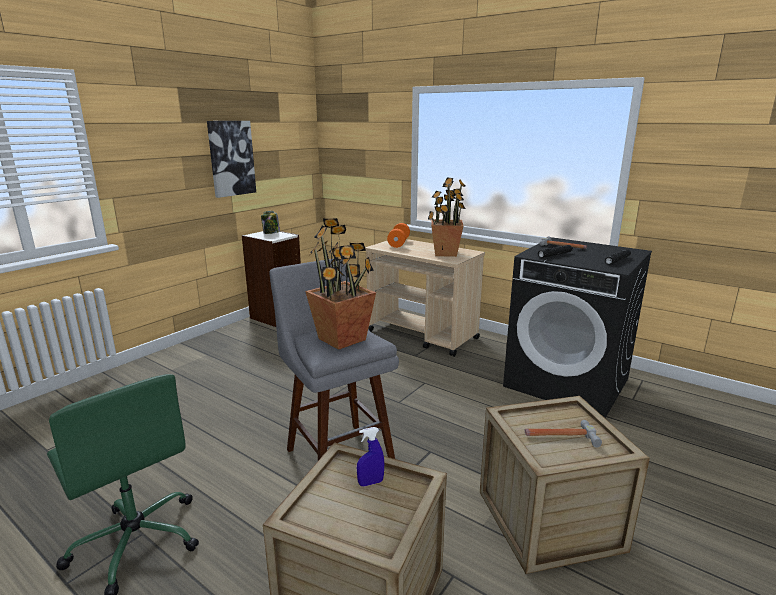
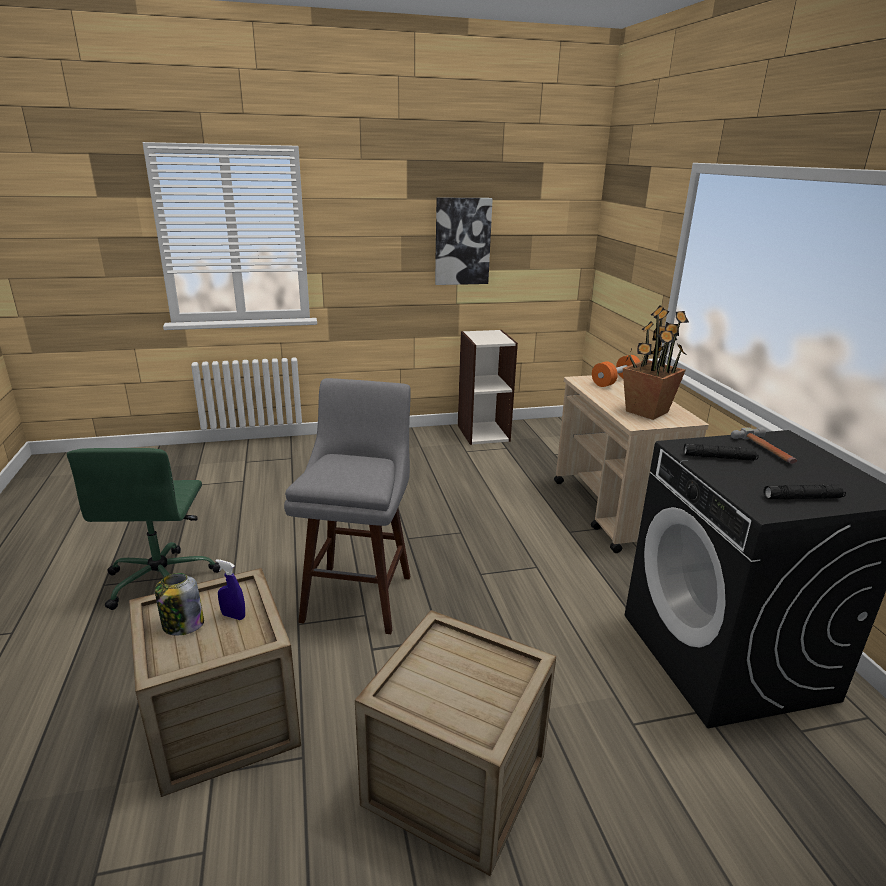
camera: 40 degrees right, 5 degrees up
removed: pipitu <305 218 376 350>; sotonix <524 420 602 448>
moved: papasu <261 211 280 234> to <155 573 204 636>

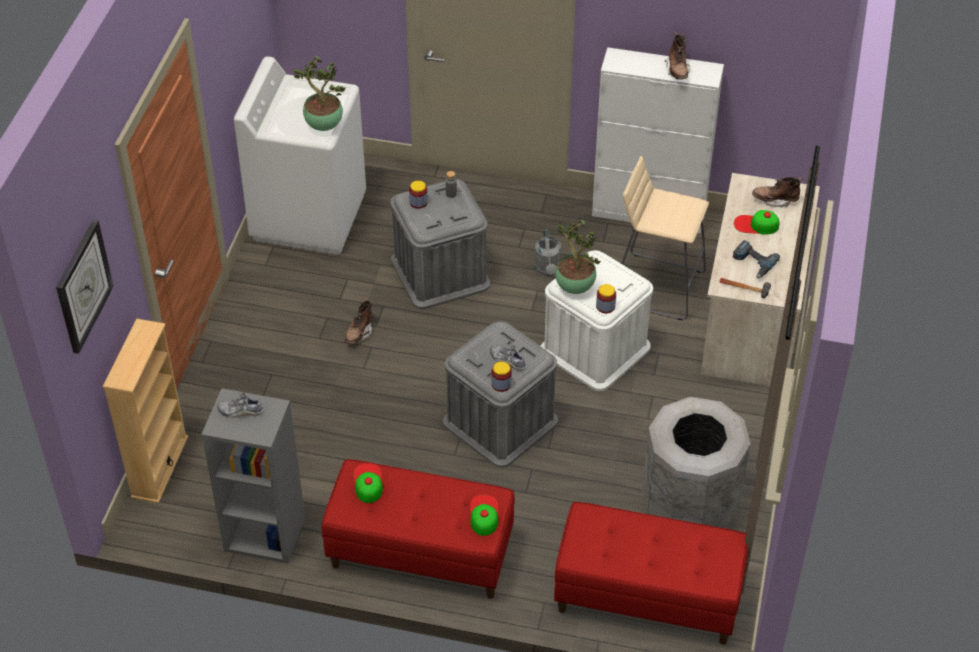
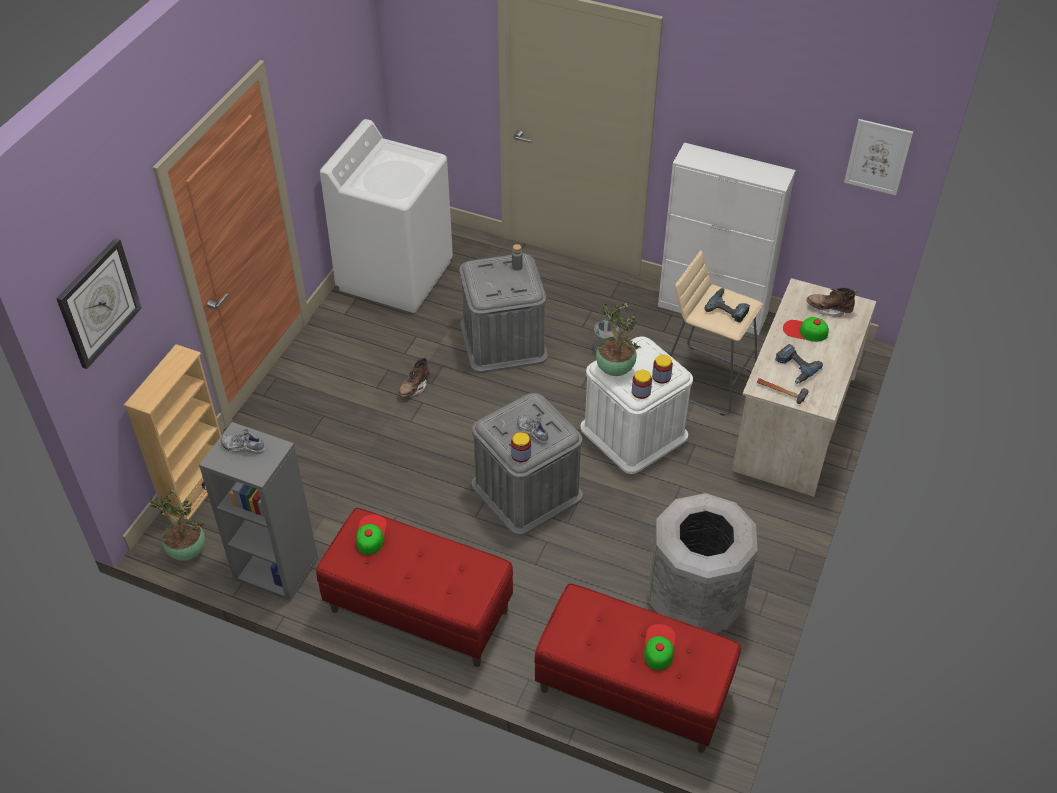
camera: 10 degrees right, 0 degrees up
removed: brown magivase <665 32 690 80>
added: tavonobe <705 288 750 323>; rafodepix <844 119 913 195>
moved: pipitu <294 56 346 131> to <149 490 205 561>; papasu <409 180 428 209> to <652 355 673 384>; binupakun <470 494 498 536> to <644 624 675 670>

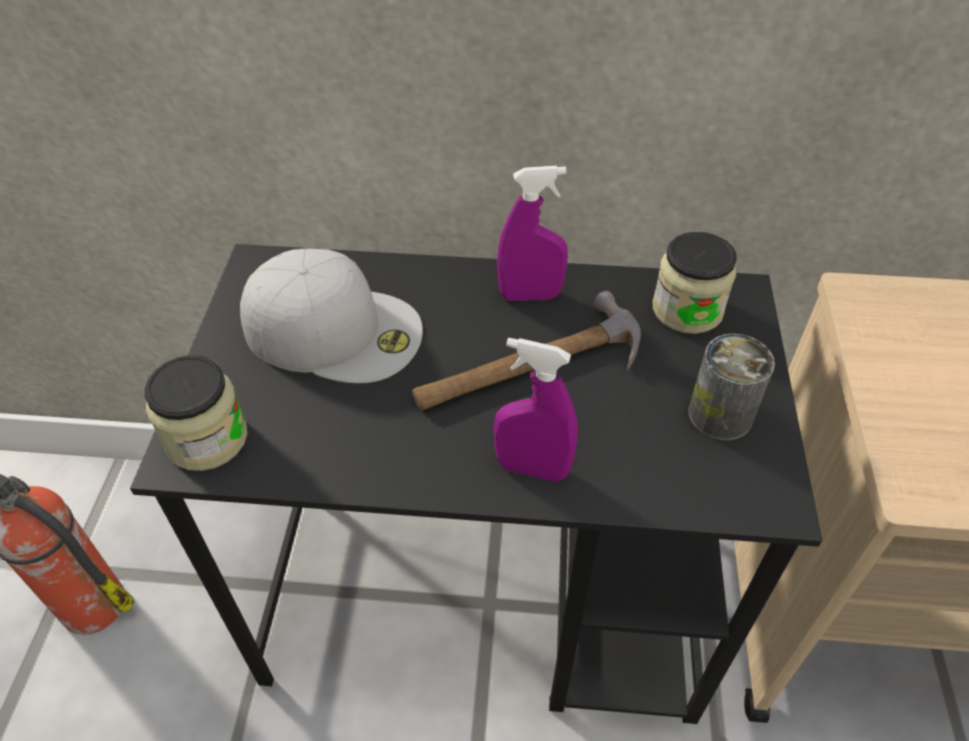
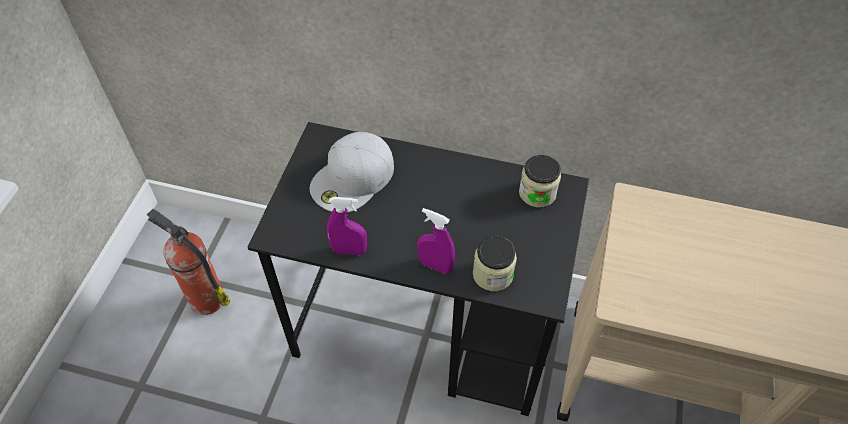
camera: 10 degrees right, 5 degrees up
removed: sotonix <412 291 641 410>; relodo <688 334 775 440>
moved: papasu <145 355 247 471> to <473 235 517 291>; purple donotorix <497 166 568 301> to <327 197 367 255>
turned: white binupakun <240 248 423 383> = <310 132 394 213> 105 degrees clockwise

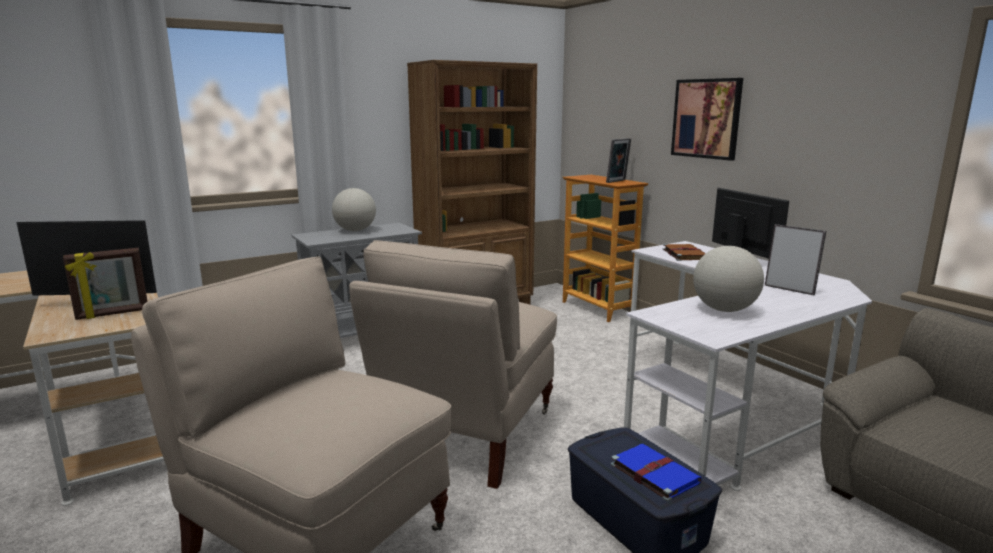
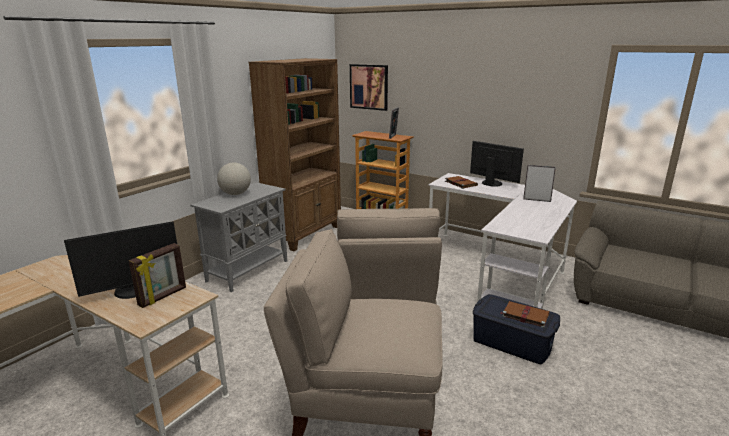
camera: 25 degrees left, 5 degrees up
removed: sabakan <693 246 764 312>
moved: rafodepix <671 78 743 161> to <350 64 388 111>
recoloured: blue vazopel <611 444 702 502> to brown vazopel <501 301 550 328>

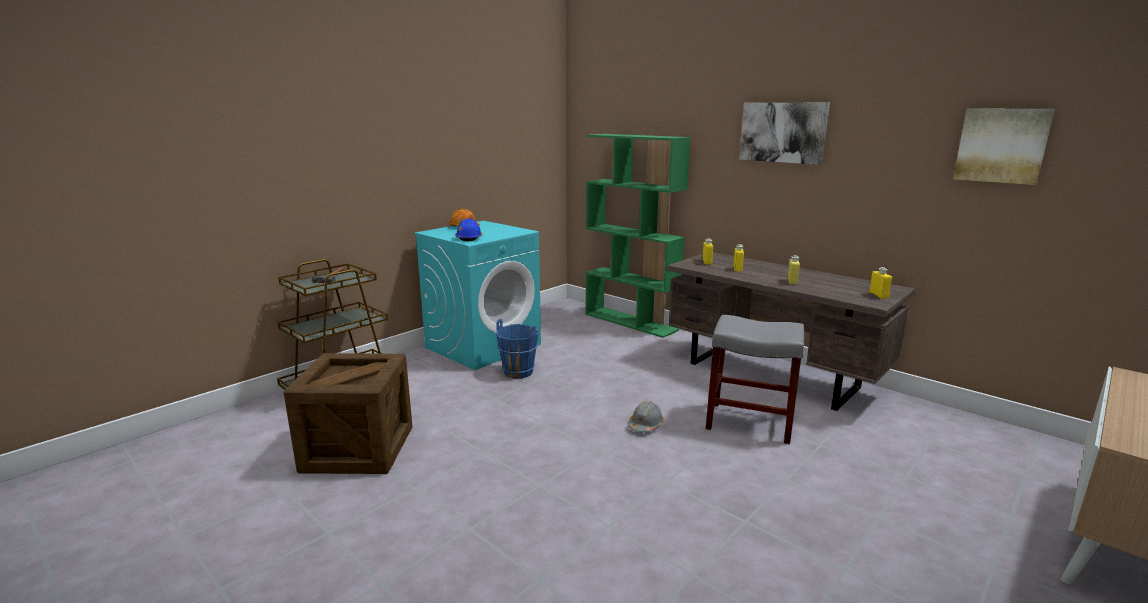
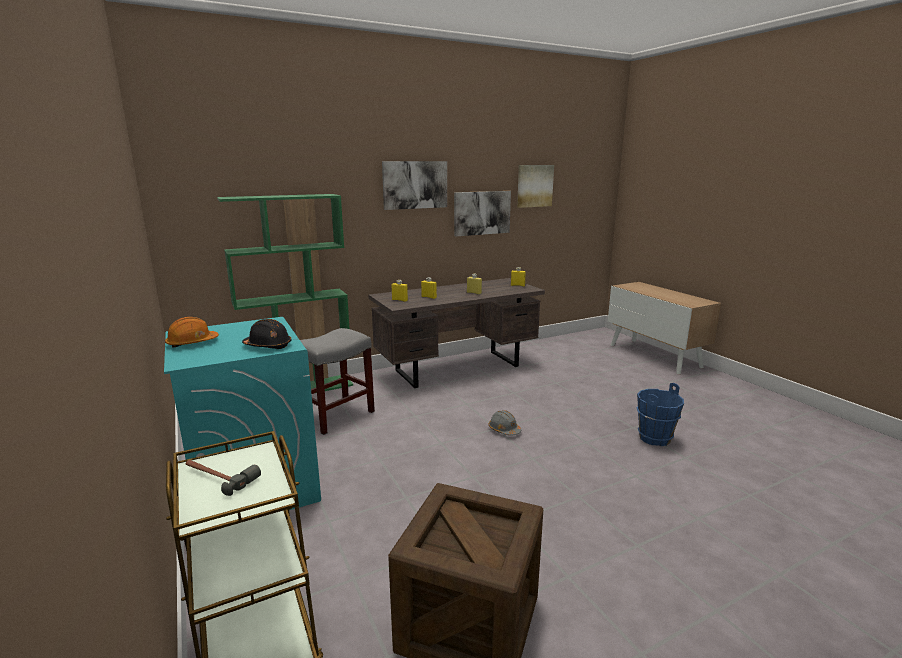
camera: 70 degrees left, 0 degrees up
added: rafodepix <454 191 511 236>
moved: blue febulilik <496 319 539 379> to <636 383 684 446>; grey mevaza <706 315 805 445> to <300 328 375 435>
recoloured: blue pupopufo <455 218 483 242> to black pupopufo <242 319 292 349>

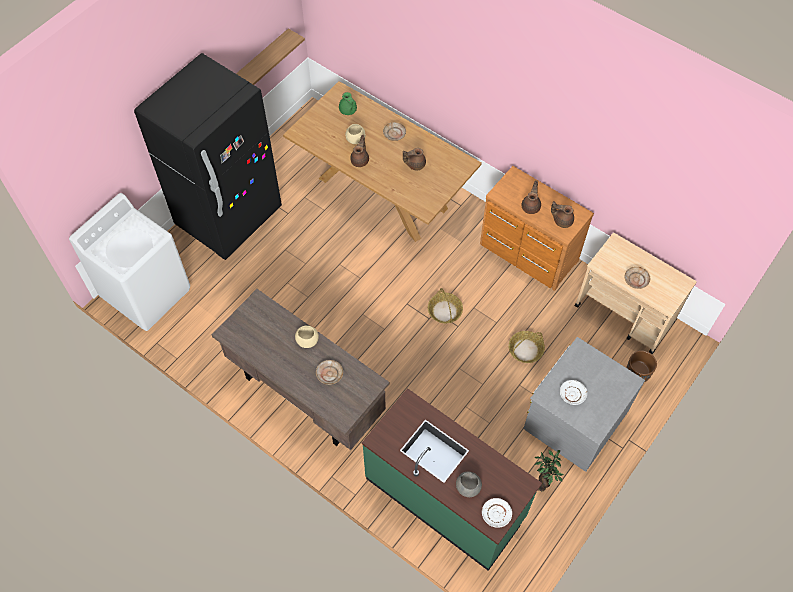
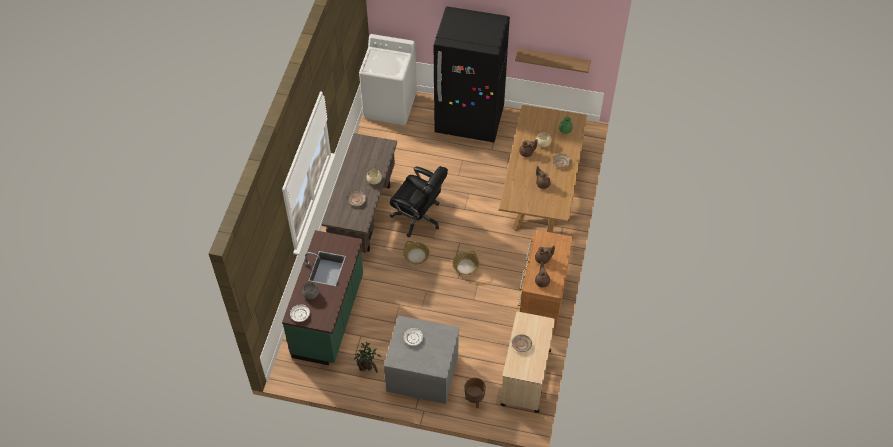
camera: 65 degrees right, 5 degrees down
added: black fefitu <390 166 448 237>
moved: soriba <508 331 545 363> to <403 241 430 264>

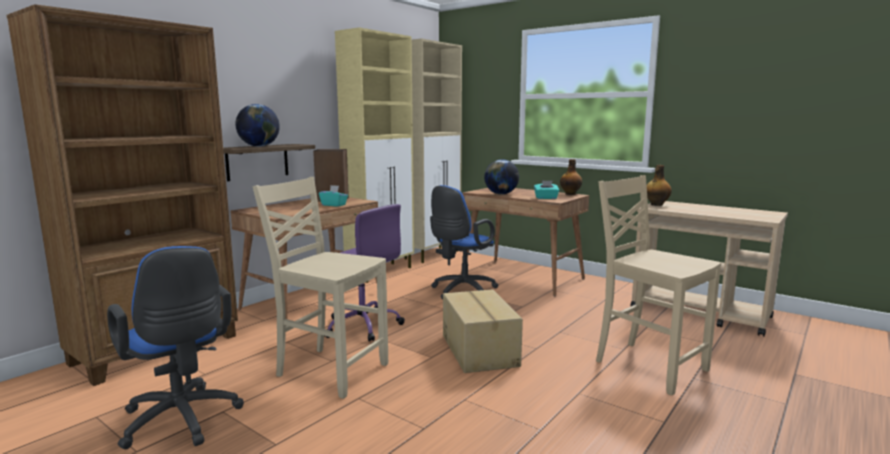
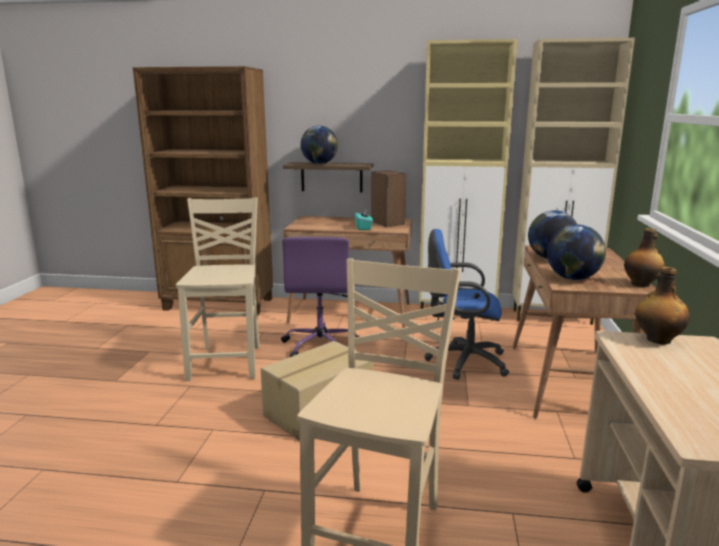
camera: 60 degrees right, 5 degrees up
removed: blue fefitu <107 246 244 449>
replaced: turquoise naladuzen <534 180 560 199> to sabakan <547 224 606 280>

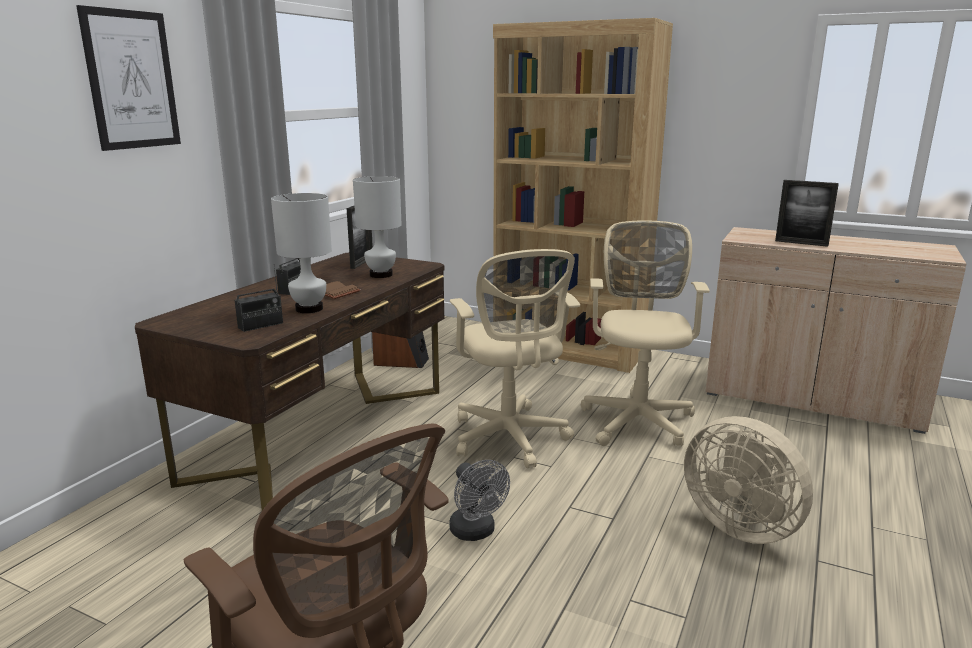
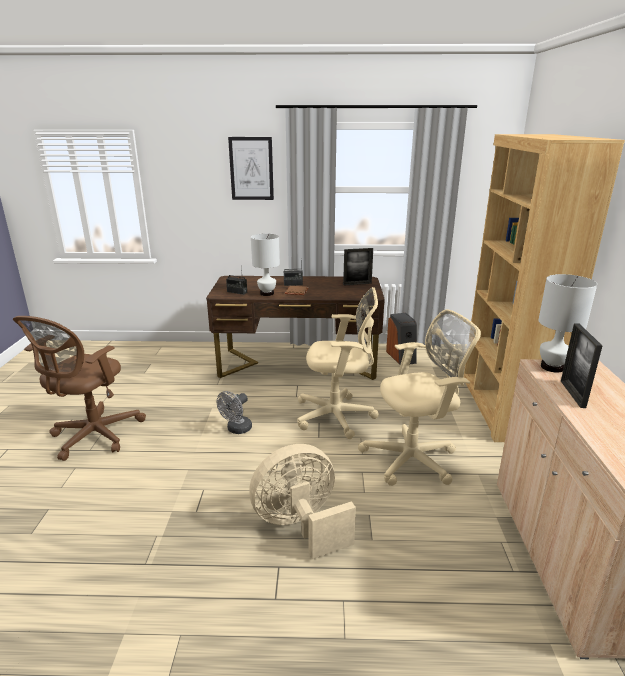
camera: 65 degrees right, 5 degrees up
moved: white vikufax <353 176 401 278> to <538 274 597 373>
turned: beige fefitu <450 249 580 468> = <297 287 379 439> 135 degrees counterclockwise; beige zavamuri <684 416 813 544> = <249 444 356 559> 45 degrees clockwise

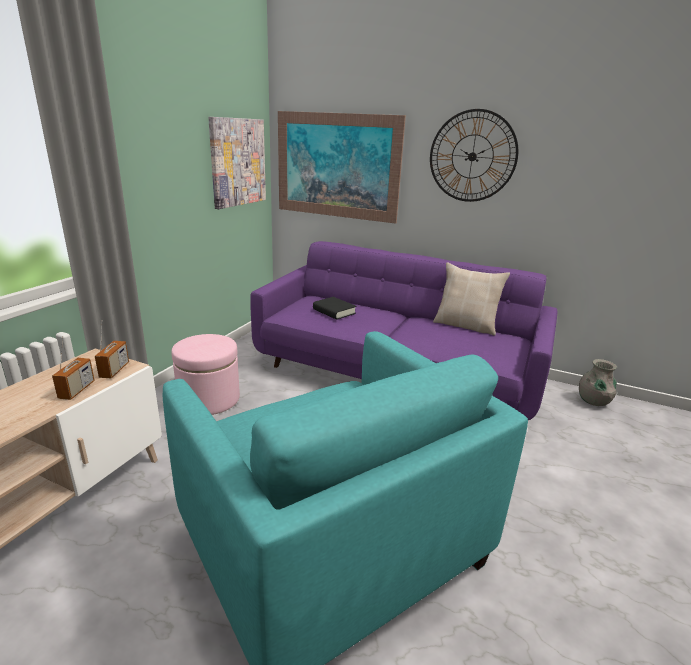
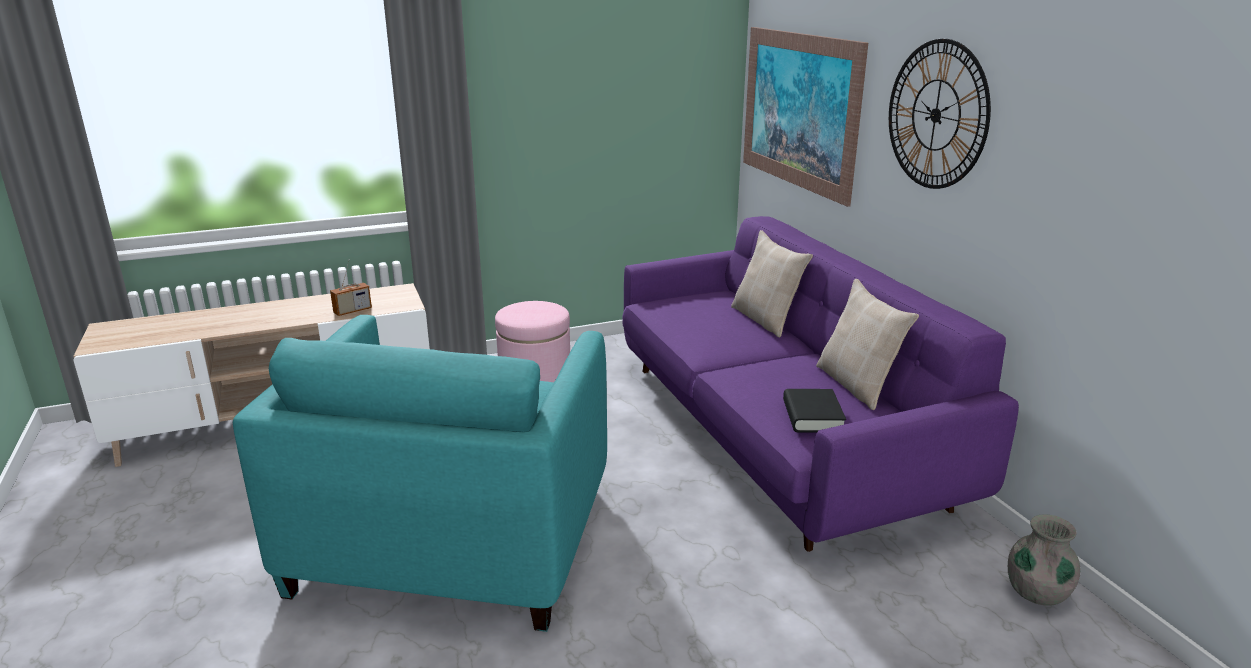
camera: 45 degrees right, 0 degrees up
removed: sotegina <95 327 129 378>; rafodepix <208 117 266 209>
added: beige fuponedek <731 230 813 337>
moved: black vazopel <313 297 356 320> to <783 389 846 433>

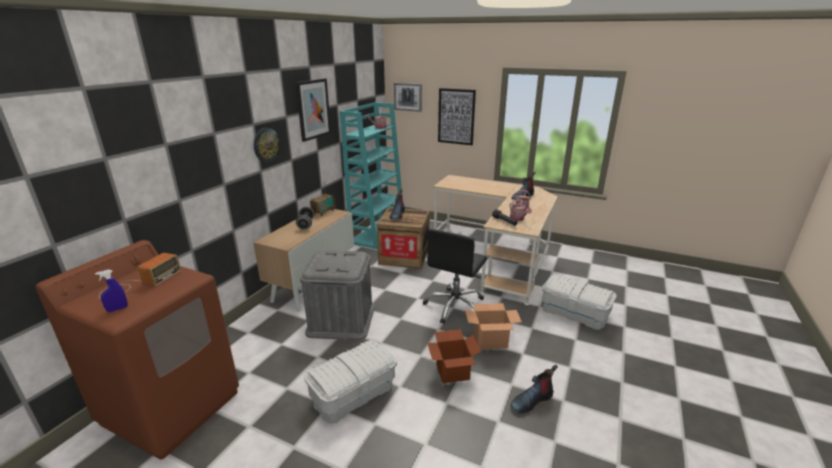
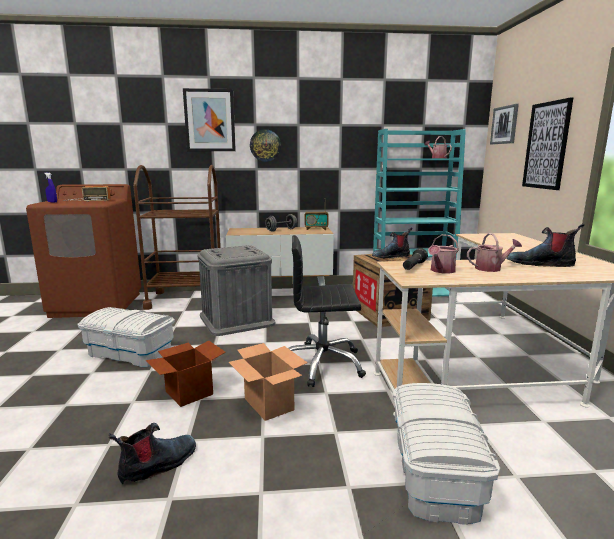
camera: 60 degrees right, 10 degrees down
added: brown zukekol <133 165 221 310>
moved: rafodepix <295 78 331 142> to <183 88 236 151>
turned: magivase <511 365 558 413> = <109 423 196 484> 105 degrees clockwise

